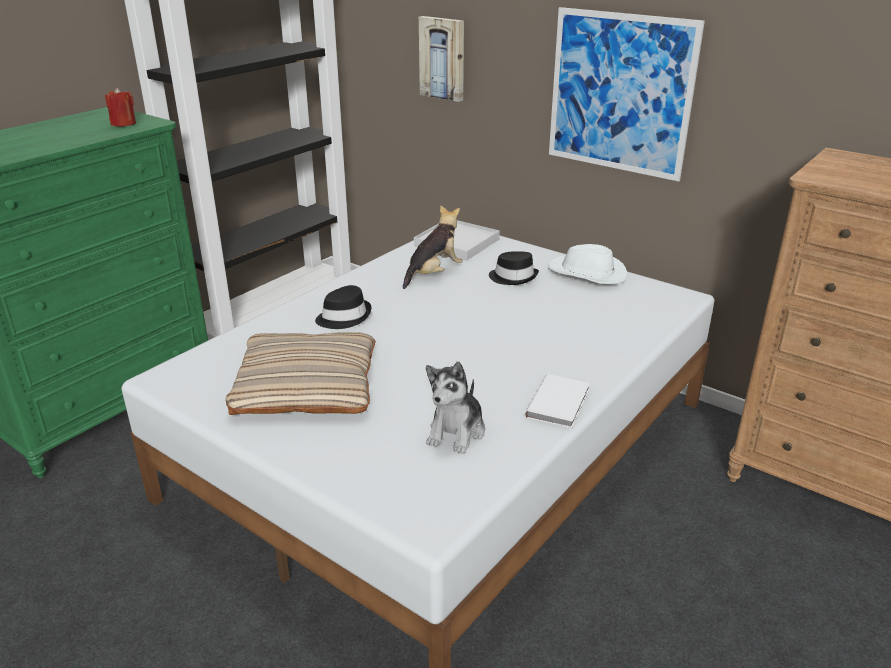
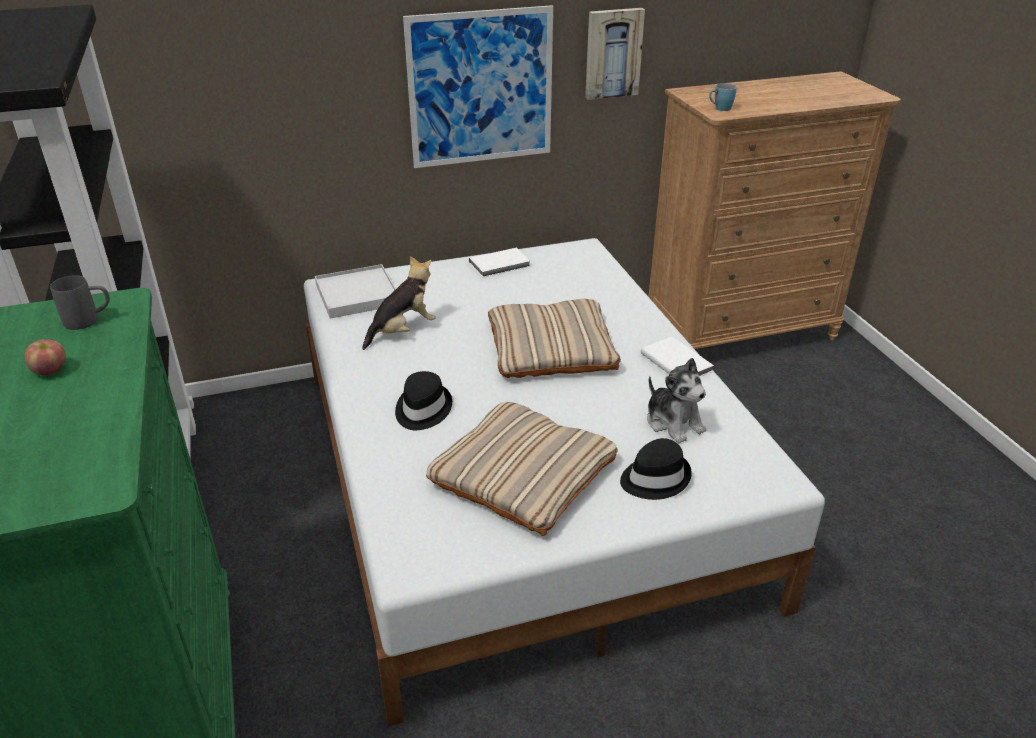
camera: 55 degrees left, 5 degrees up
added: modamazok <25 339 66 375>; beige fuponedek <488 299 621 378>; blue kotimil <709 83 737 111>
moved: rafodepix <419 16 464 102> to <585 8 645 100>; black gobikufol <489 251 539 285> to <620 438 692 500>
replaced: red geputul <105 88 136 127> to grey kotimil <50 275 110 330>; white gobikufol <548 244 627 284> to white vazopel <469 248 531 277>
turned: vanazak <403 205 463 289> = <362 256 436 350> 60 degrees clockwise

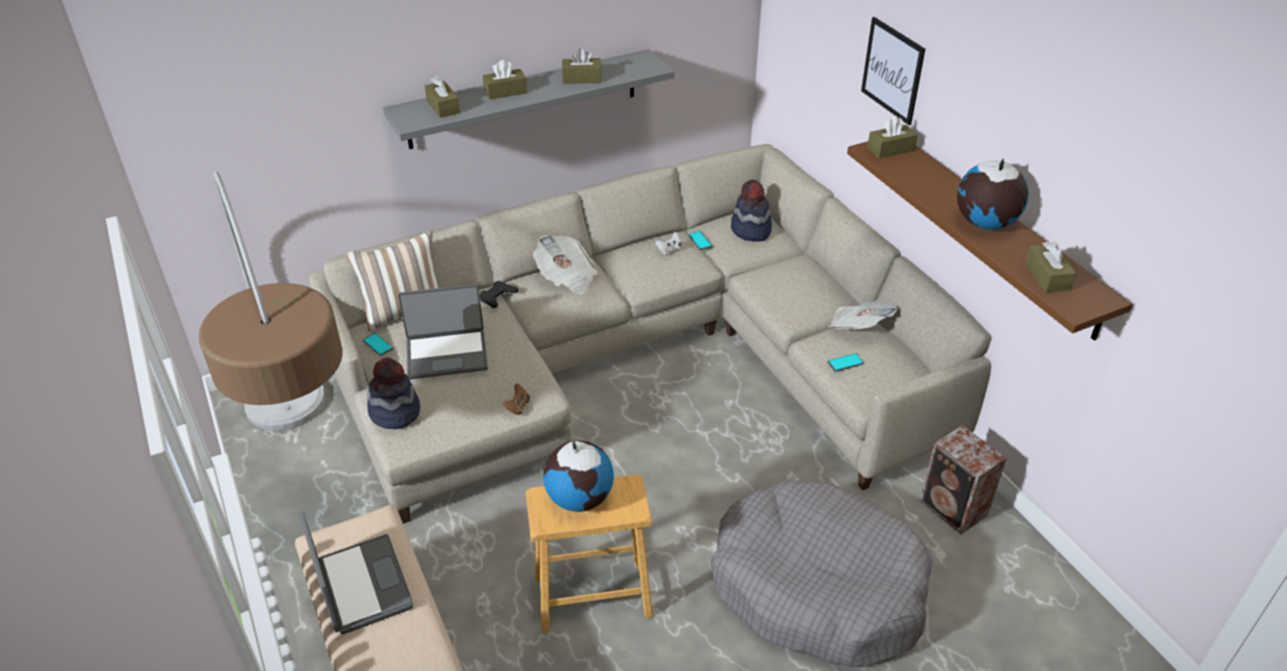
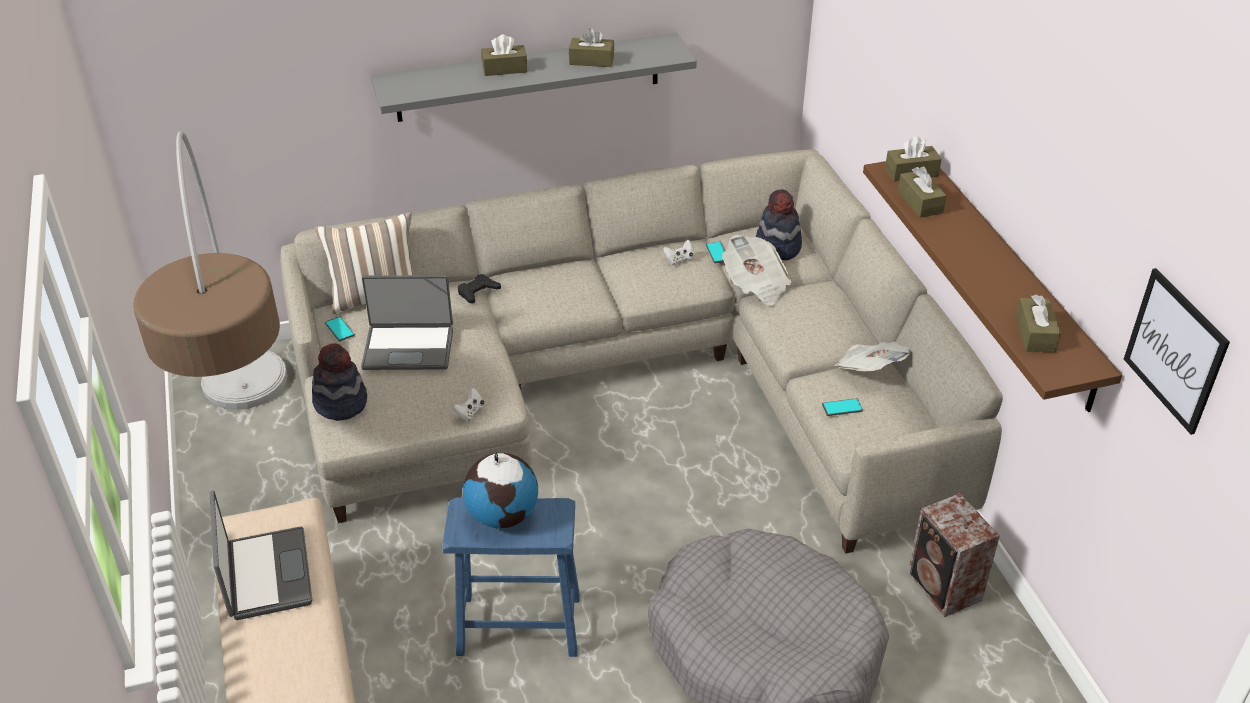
camera: 10 degrees right, 0 degrees up
removed: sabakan <957 158 1029 229>
moved: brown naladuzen <425 76 460 118> to <898 166 947 218>; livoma <533 235 598 295> to <722 234 791 306>; rafodepix <861 17 925 125> to <1124 268 1230 435>
recoloured: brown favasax <502 384 530 415> to white favasax <452 387 484 421>; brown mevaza <526 475 653 633> to blue mevaza <443 497 580 657>

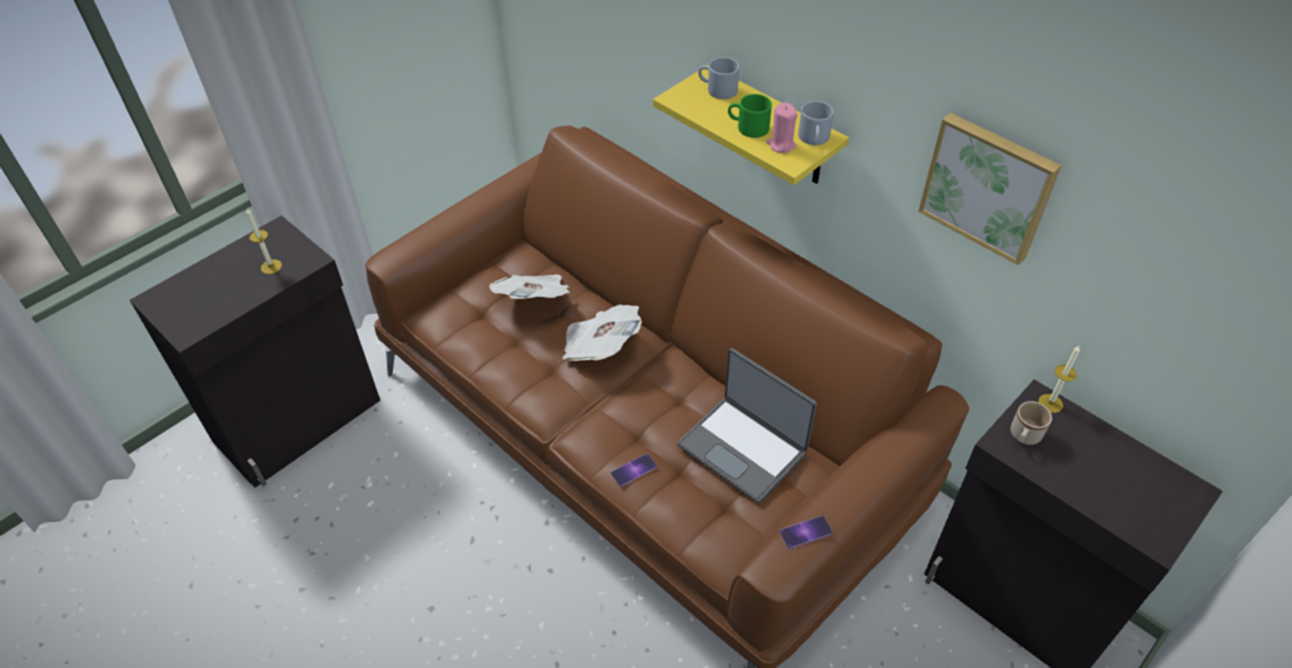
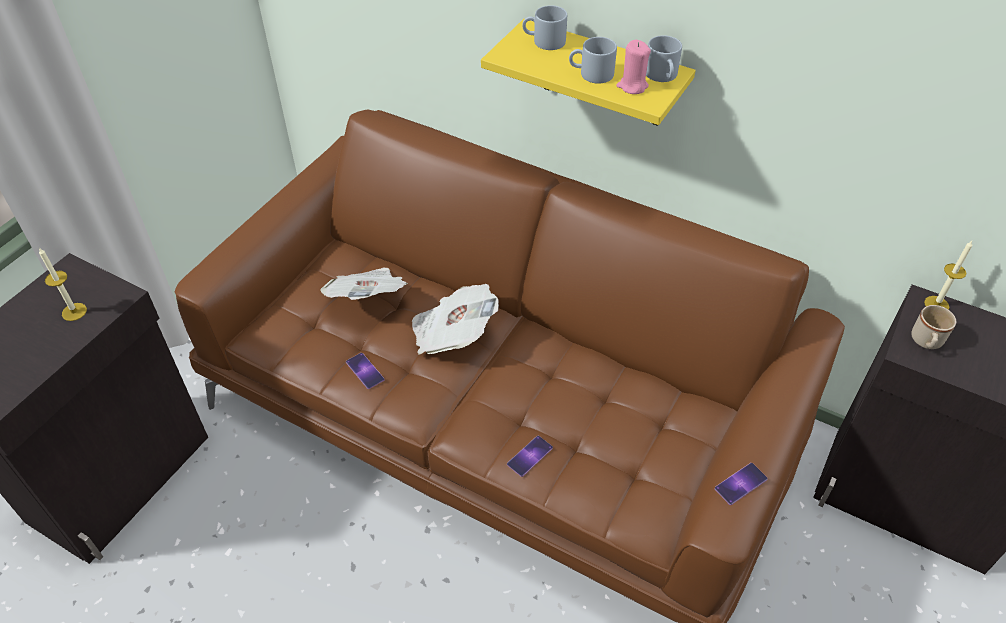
camera: 15 degrees left, 0 degrees up
removed: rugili <677 348 817 503>; rafodepix <918 113 1062 265>
added: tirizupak <346 353 384 389>
recoloured: green kotimil <728 94 772 138> to grey kotimil <569 37 617 84>

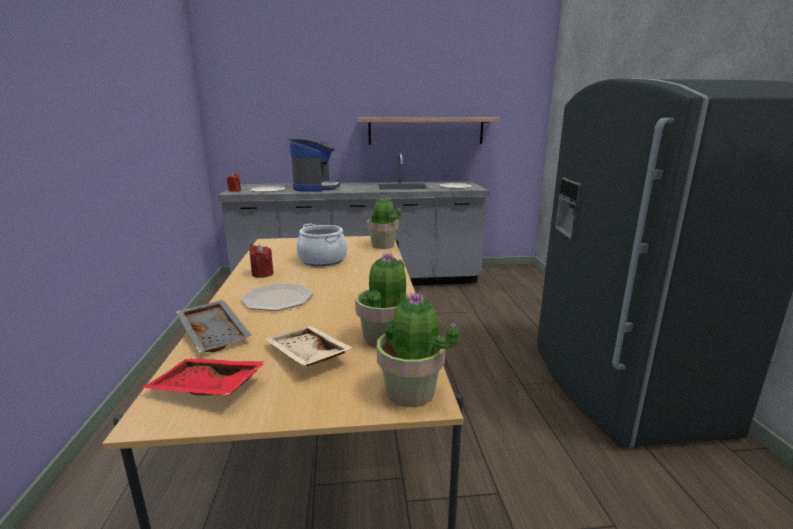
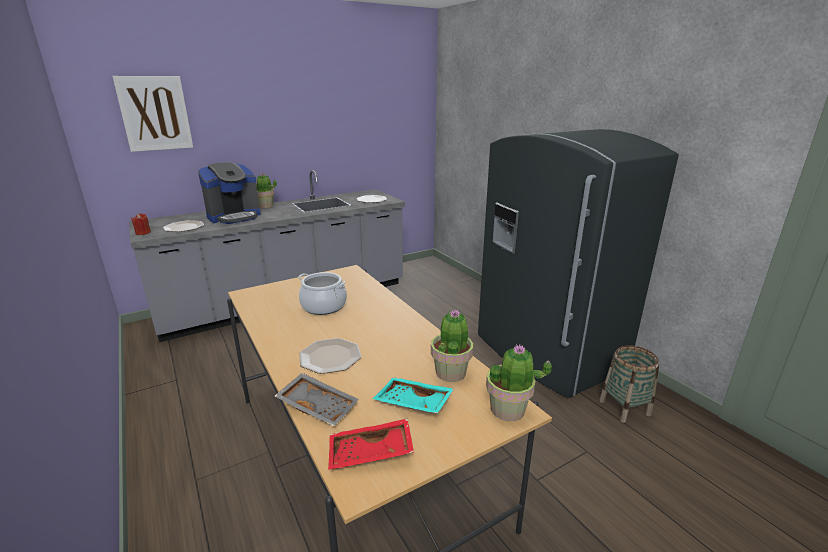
camera: 25 degrees left, 5 degrees up
removed: red geputul <249 244 274 278>; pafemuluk <358 117 500 145>
added: rafodepix <112 76 193 152>; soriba <599 345 659 423>
moved: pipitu <367 196 402 249> to <256 173 277 208>
recoloured: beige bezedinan <265 326 353 366> to turquoise bezedinan <373 377 454 413>
turned: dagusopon <289 138 340 191> = <198 162 261 224> 75 degrees clockwise

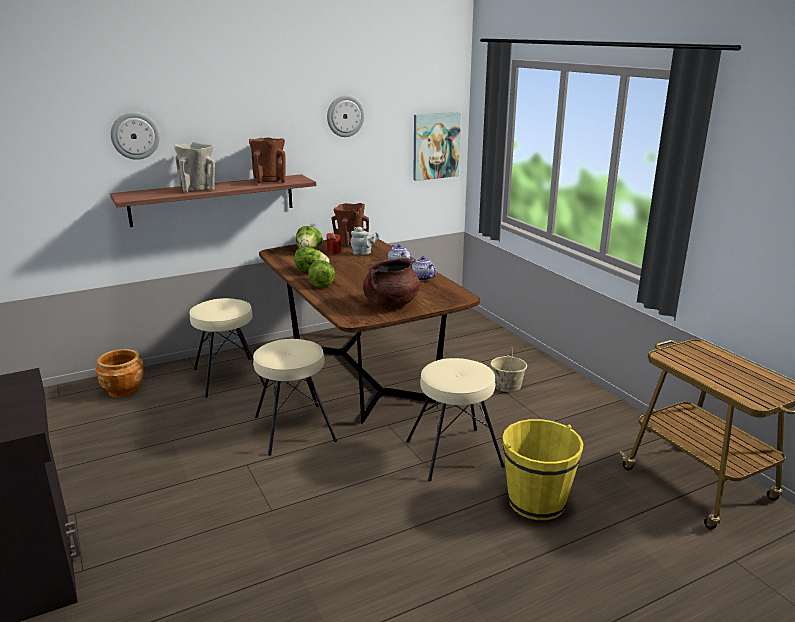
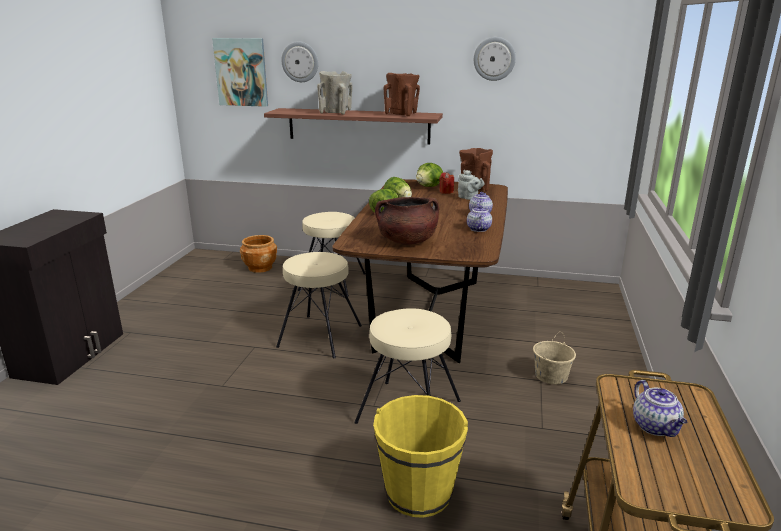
camera: 40 degrees right, 0 degrees up
added: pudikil <633 380 688 437>
moved: rafodepix <413 112 461 181> to <212 38 268 107>

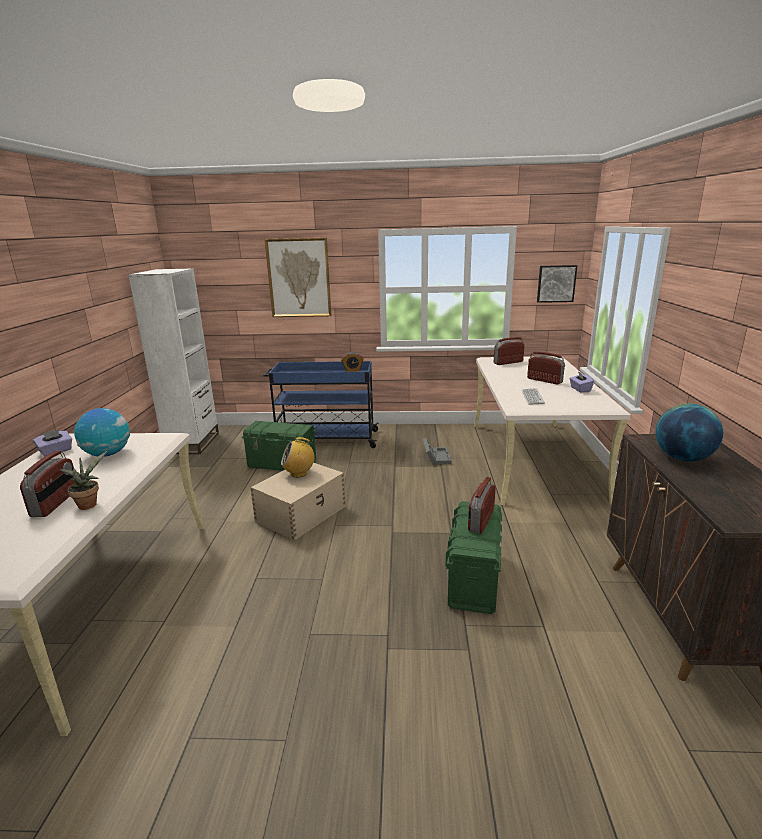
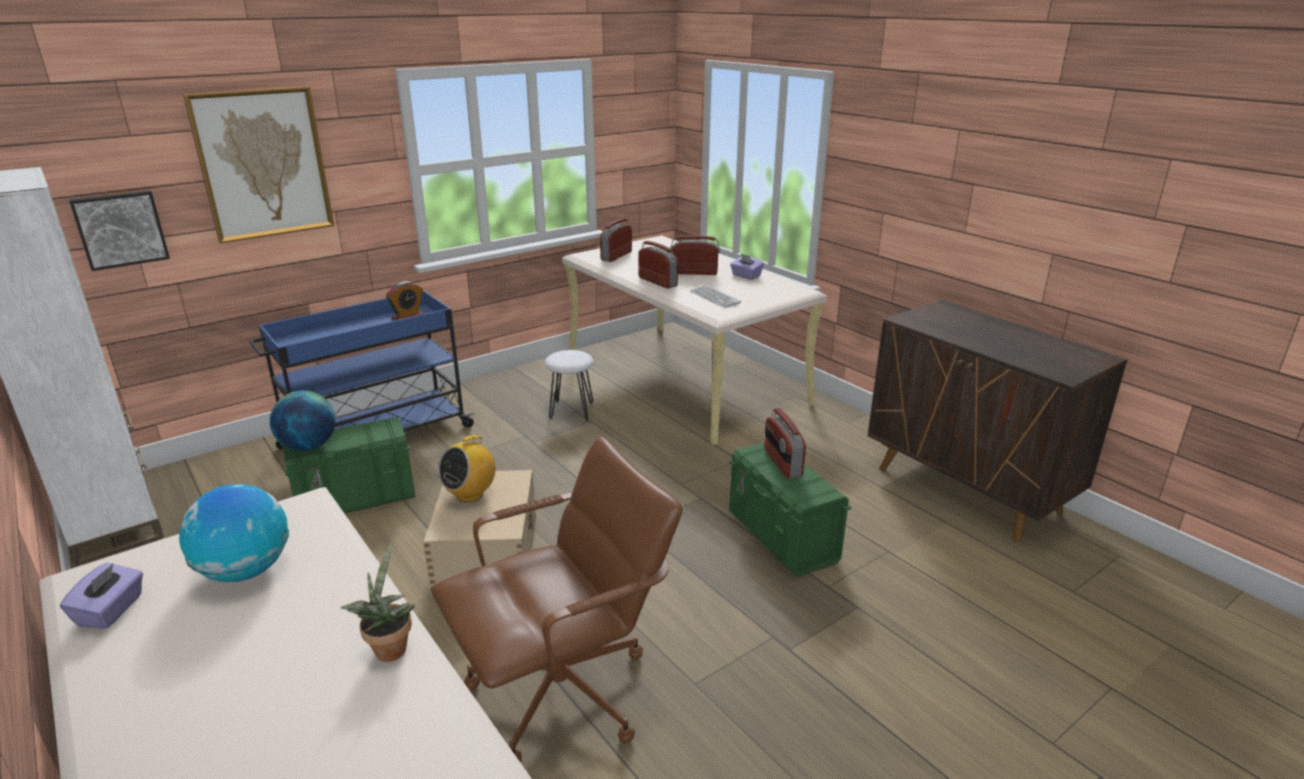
camera: 40 degrees left, 5 degrees up
added: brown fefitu <431 436 682 763>
moved: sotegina <20 451 75 517> to <638 241 678 289>; rafodepix <537 265 578 303> to <69 191 170 271>; sabakan <656 404 723 461> to <270 391 336 451>
replaced: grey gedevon <423 438 452 464> to white mevaza <544 350 594 422>

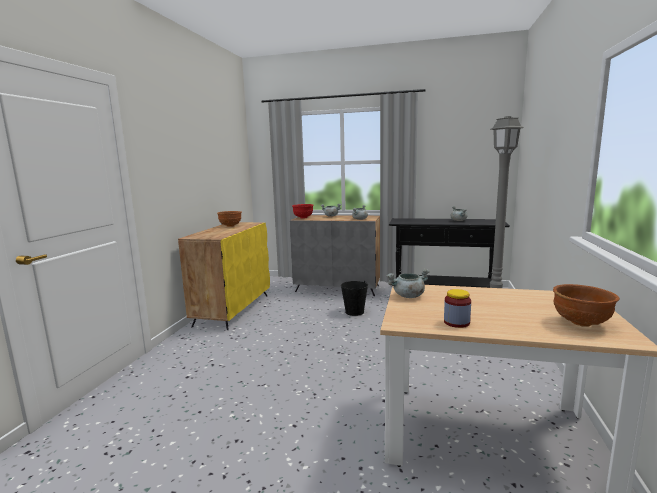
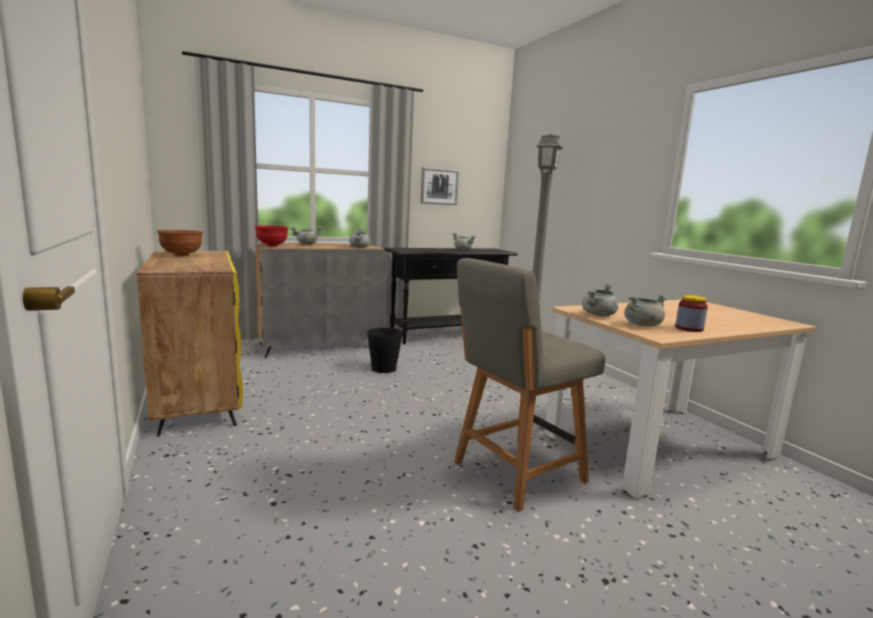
camera: 40 degrees left, 0 degrees up
removed: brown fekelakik <553 284 620 327>
added: rafodepix <420 167 459 205>; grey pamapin <454 258 605 512>; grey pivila <624 294 667 327>

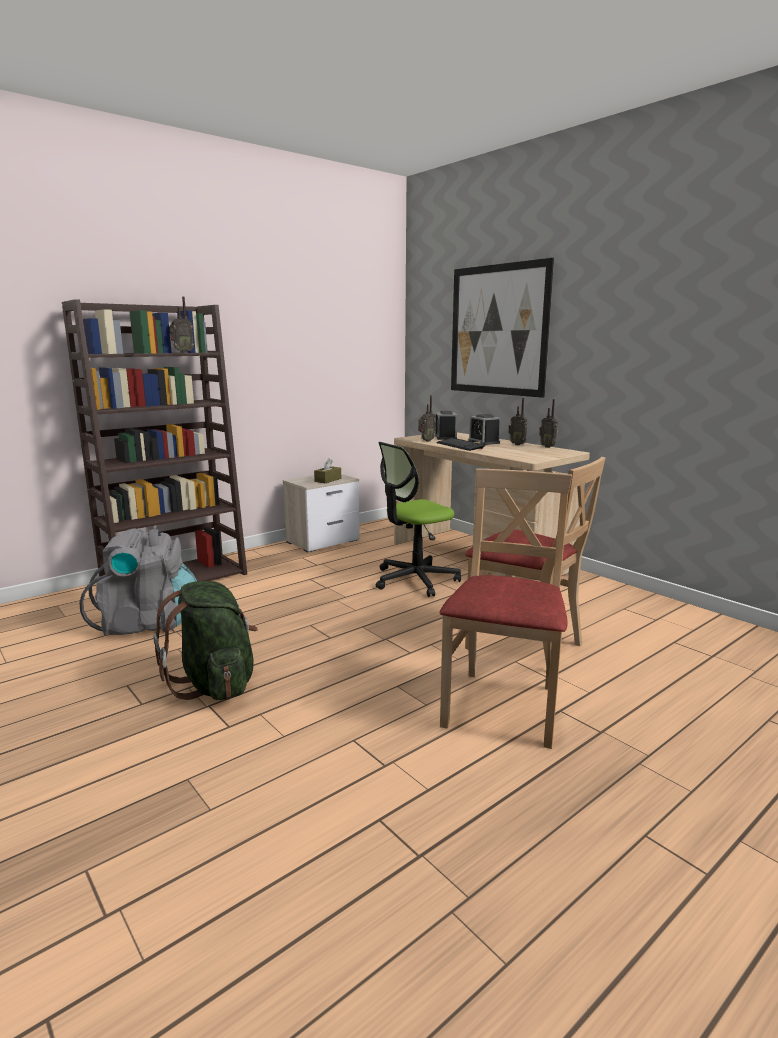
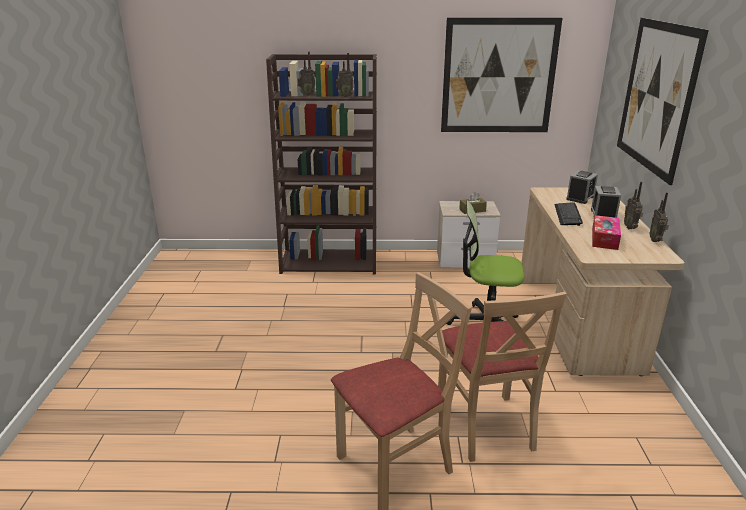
camera: 40 degrees right, 10 degrees up
removed: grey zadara <79 528 197 636>; green zadara <153 581 258 700>
added: rafodepix <441 18 562 132>; naladuzen <592 215 621 250>
moved: sotegina <418 395 435 442> to <297 52 315 96>

